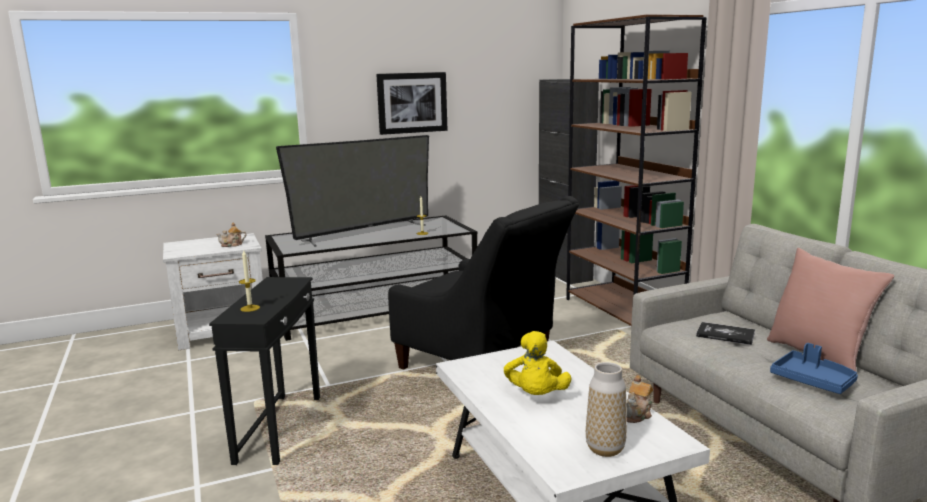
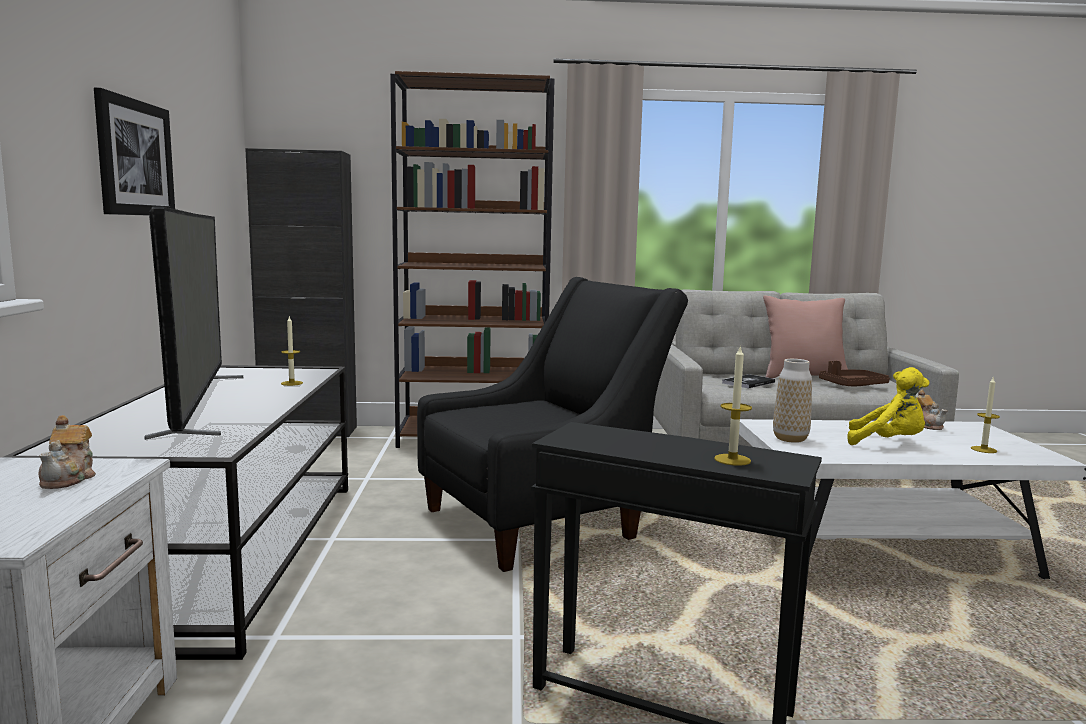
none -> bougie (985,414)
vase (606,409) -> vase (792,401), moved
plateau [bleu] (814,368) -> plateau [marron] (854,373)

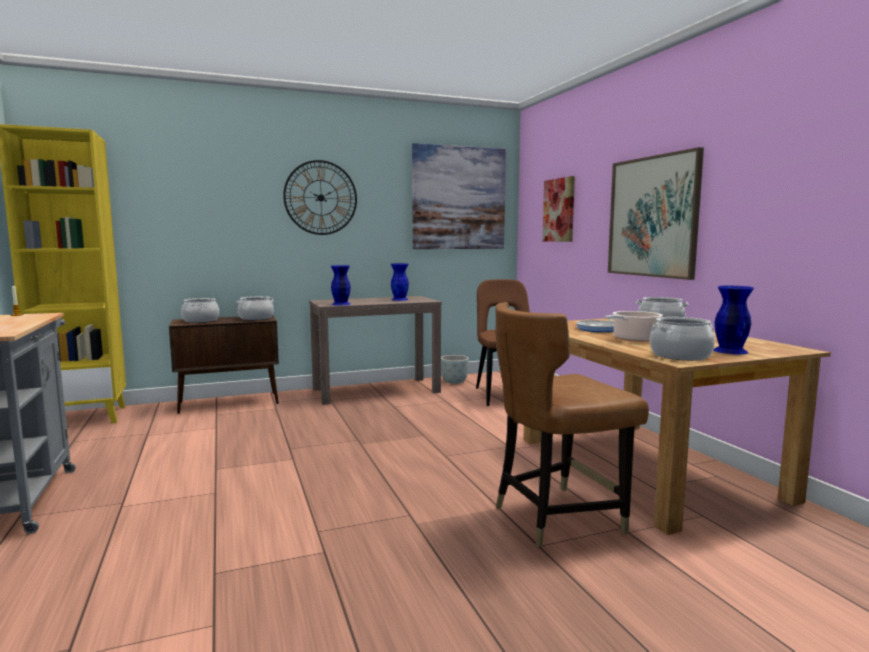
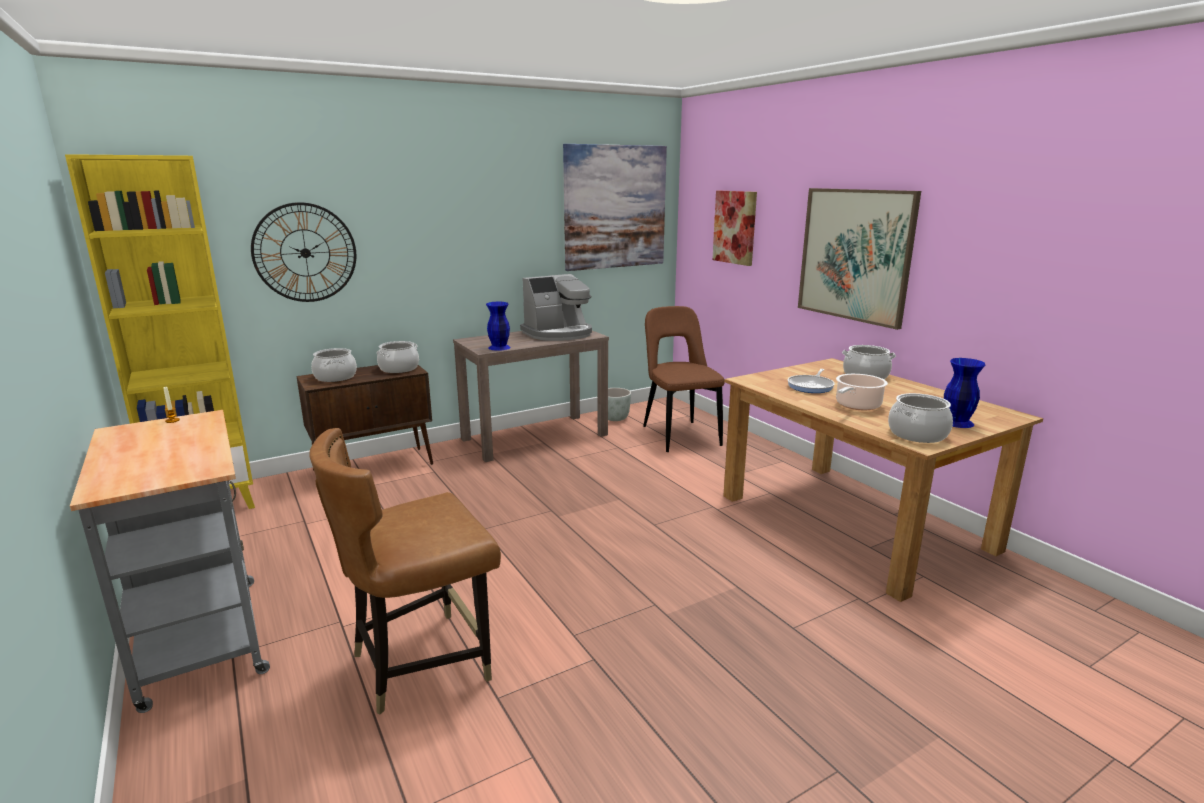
horloge murale (320,197) -> horloge murale (303,252), moved
chaise [marron] (572,424) -> chaise [marron] (405,571), moved
vase [bleu] (400,282) -> machine à café (556,307)

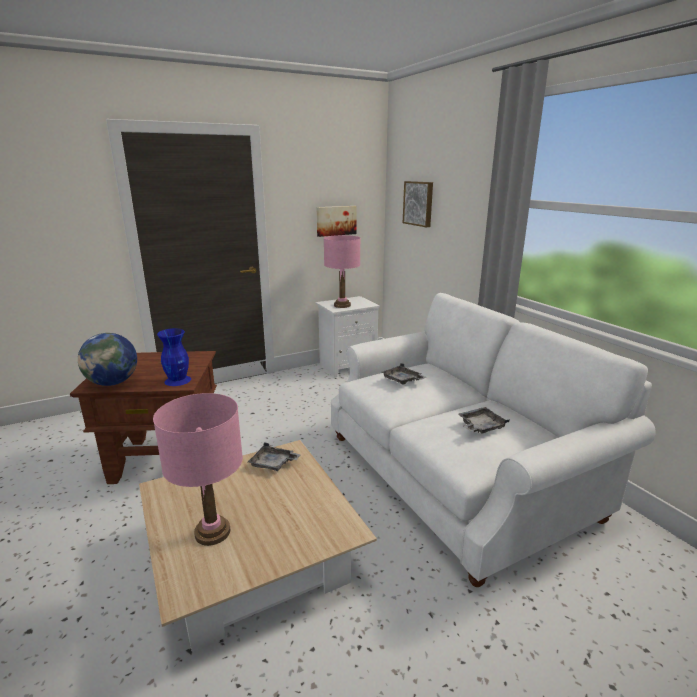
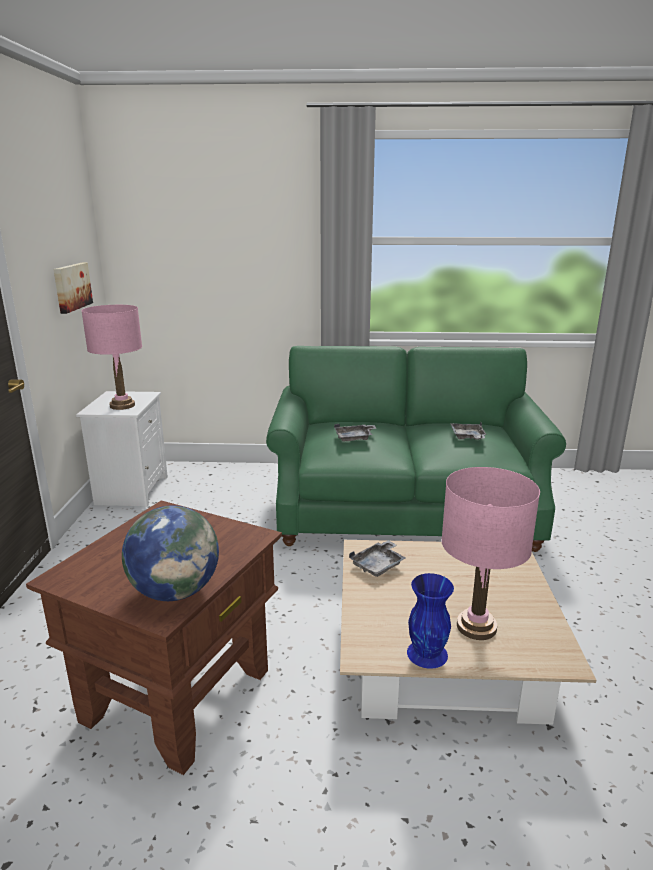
tableau (418,204) -> none
vase [bleu] (174,357) -> vase [bleu] (430,621), moved
canapé [blanc] (493,440) -> canapé [vert] (416,449)

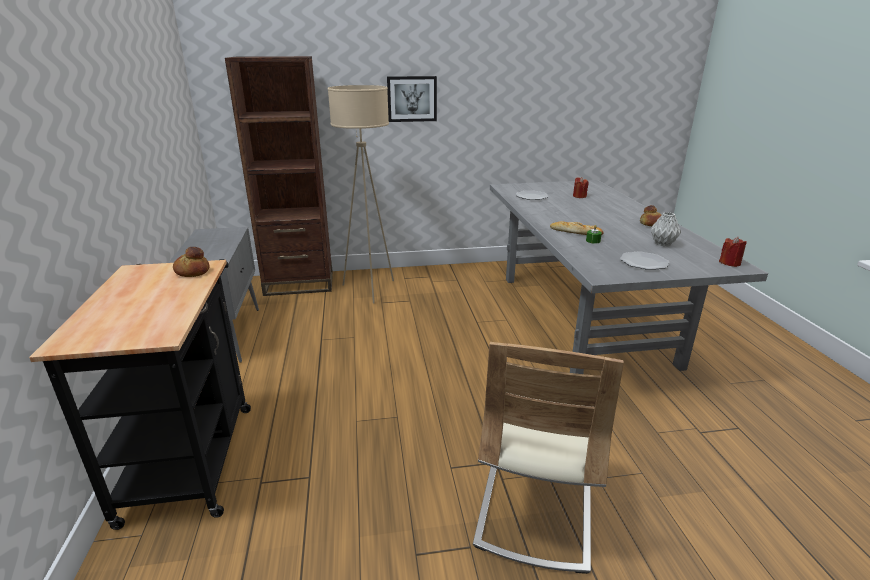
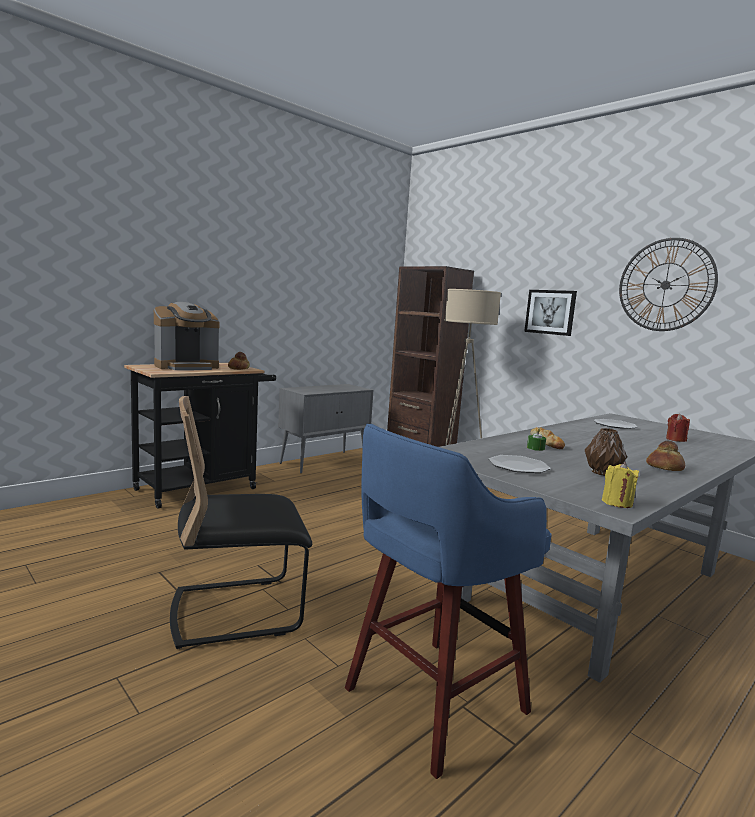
none -> machine à café (187,336)
none -> tabouret [bleu] (448,601)
none -> horloge murale (668,284)
chaise [beige] (548,458) -> chaise [noir] (241,522)
vase [gris] (666,229) -> vase [marron] (606,452)
bougie [rouge] (733,252) -> bougie [jaune] (620,485)

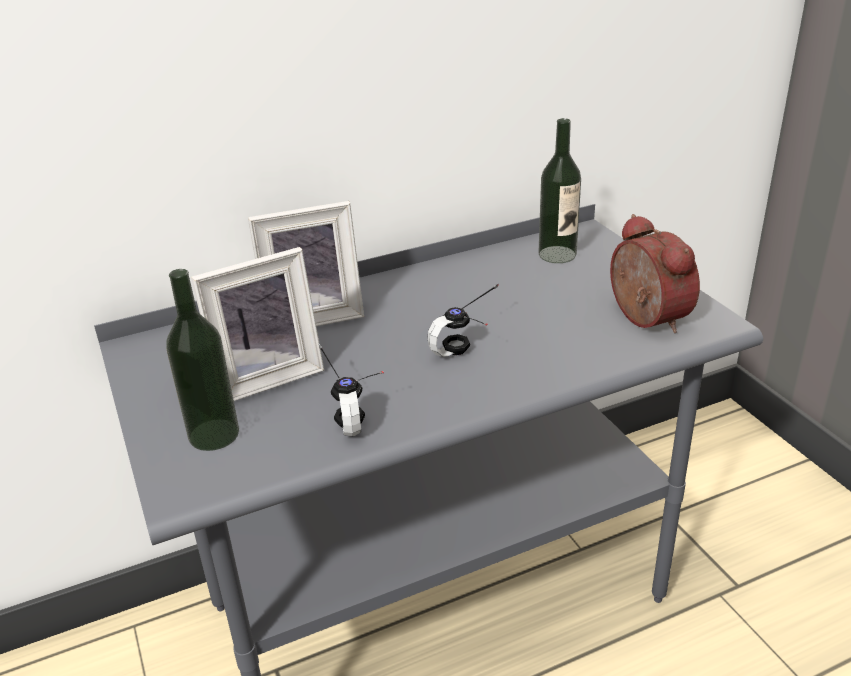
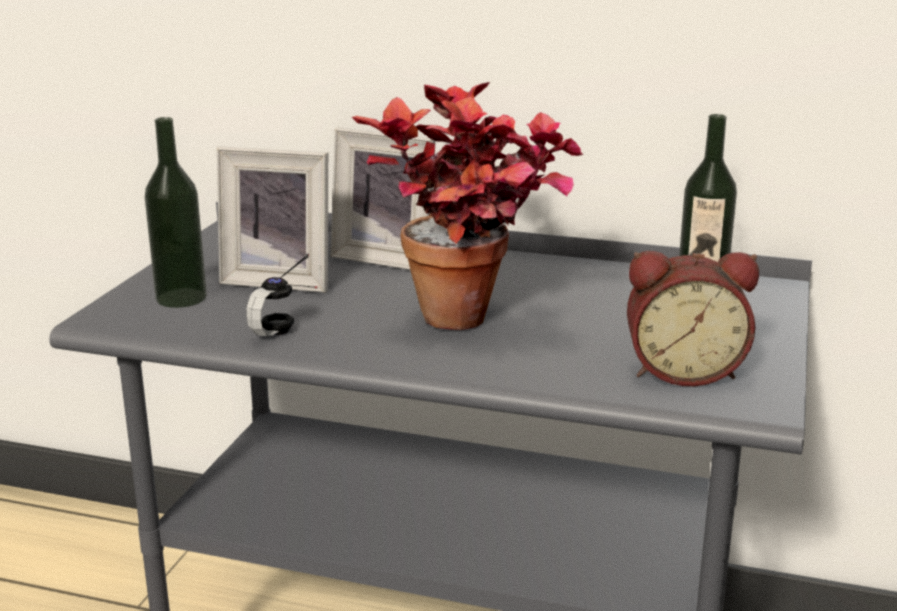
casque audio (463,320) -> plante en pot (468,206)
réveil (655,273) -> réveil (693,318), 75 degrees clockwise

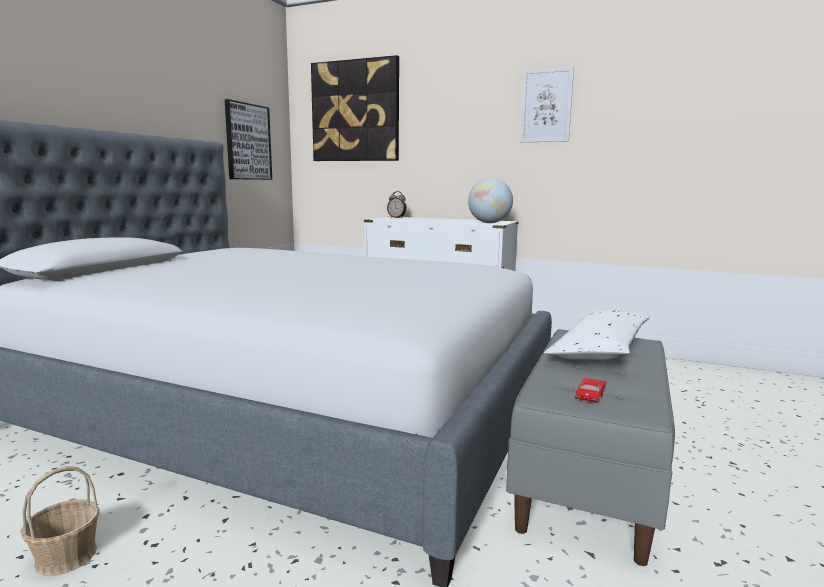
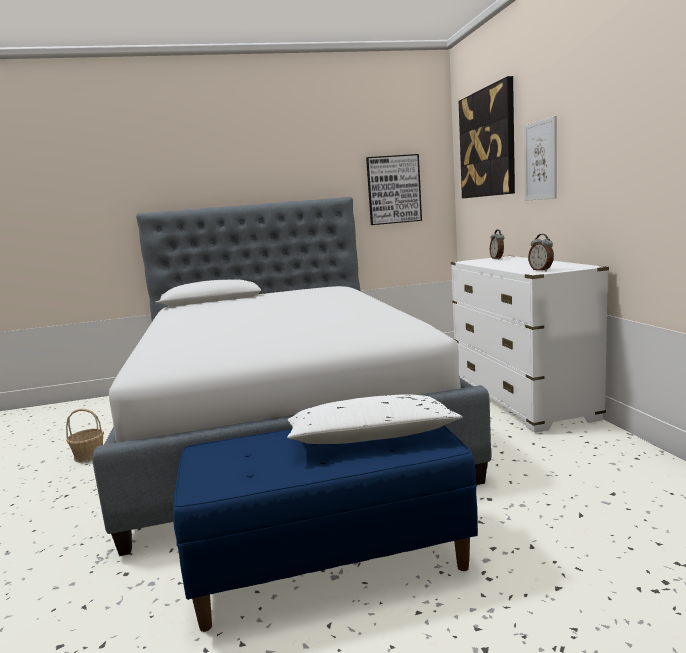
petite voiture [rouge] (590,390) -> none
tableau (547,104) -> tableau (540,158), moved
globe (490,200) -> réveil (541,252)
banc [gris] (590,447) -> banc [bleu] (325,529)

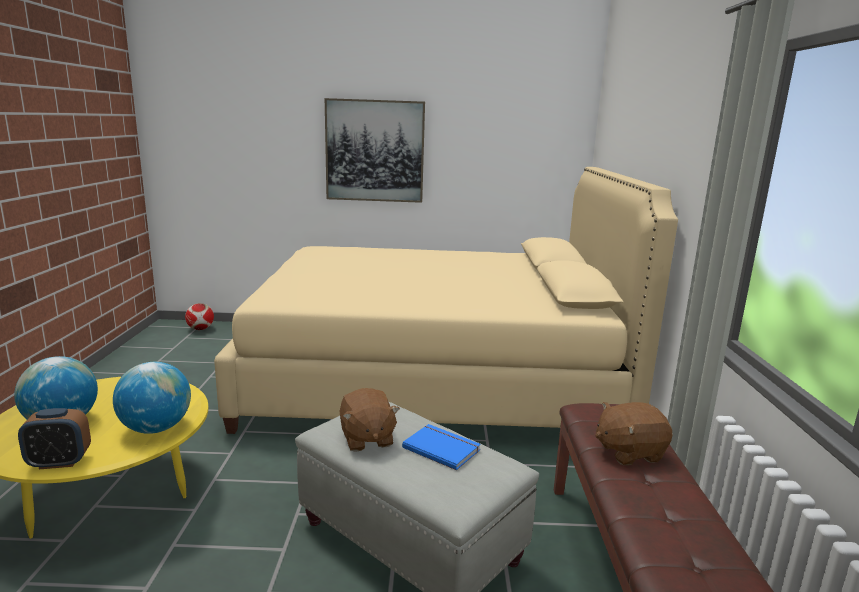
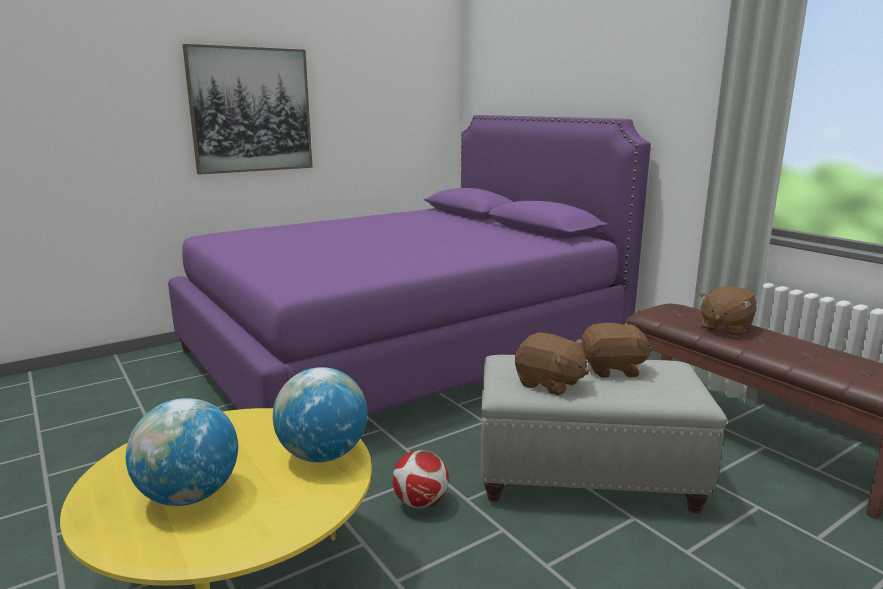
réveil (54,438) -> none
ballon de foot (199,316) -> ballon de foot (421,479), moved
livre [bleu] (441,447) -> peluche [marron] (616,350)
lit [beige] (446,300) -> lit [violet] (409,265)

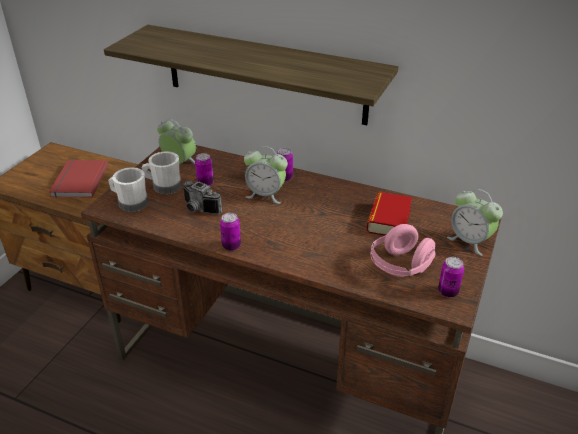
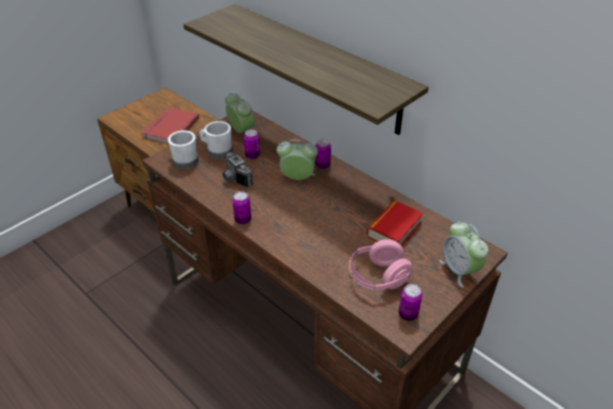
réveil (266,175) -> réveil (297,160), 150 degrees clockwise

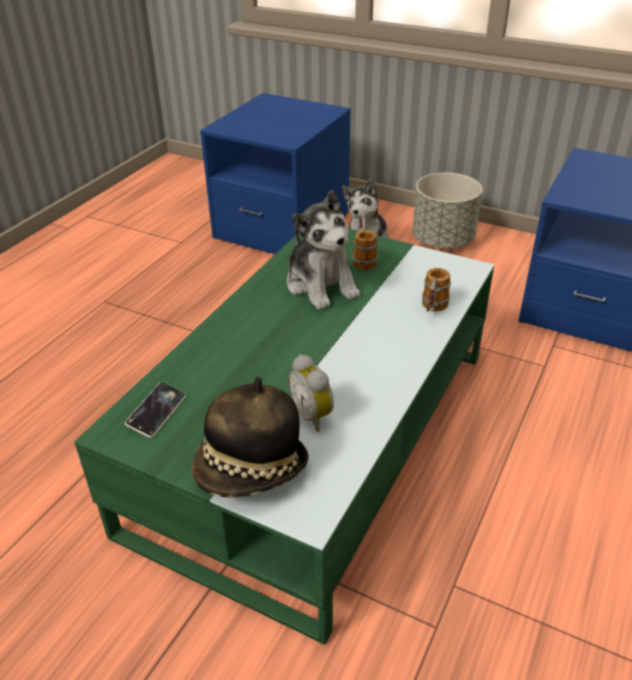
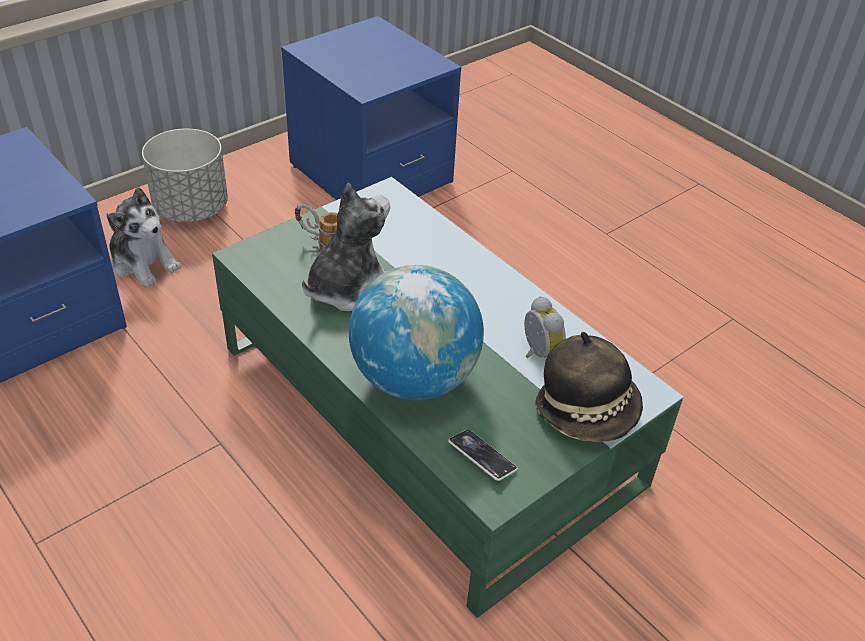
mug (436,290) -> none
none -> globe (416,332)
peluche (323,250) -> peluche (346,247), 45 degrees counterclockwise
réveil (311,393) -> réveil (545,327), 105 degrees counterclockwise

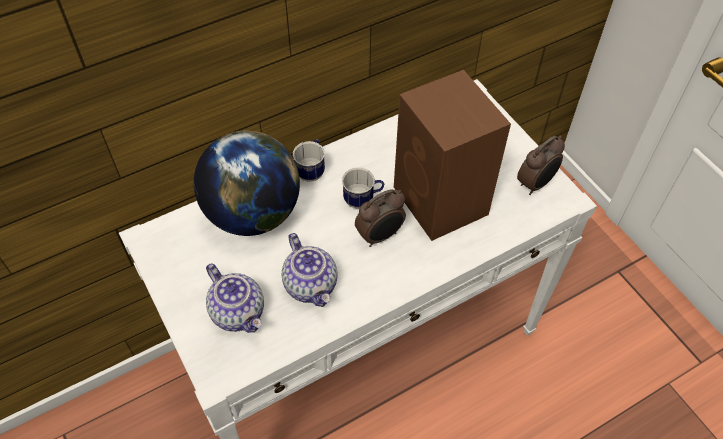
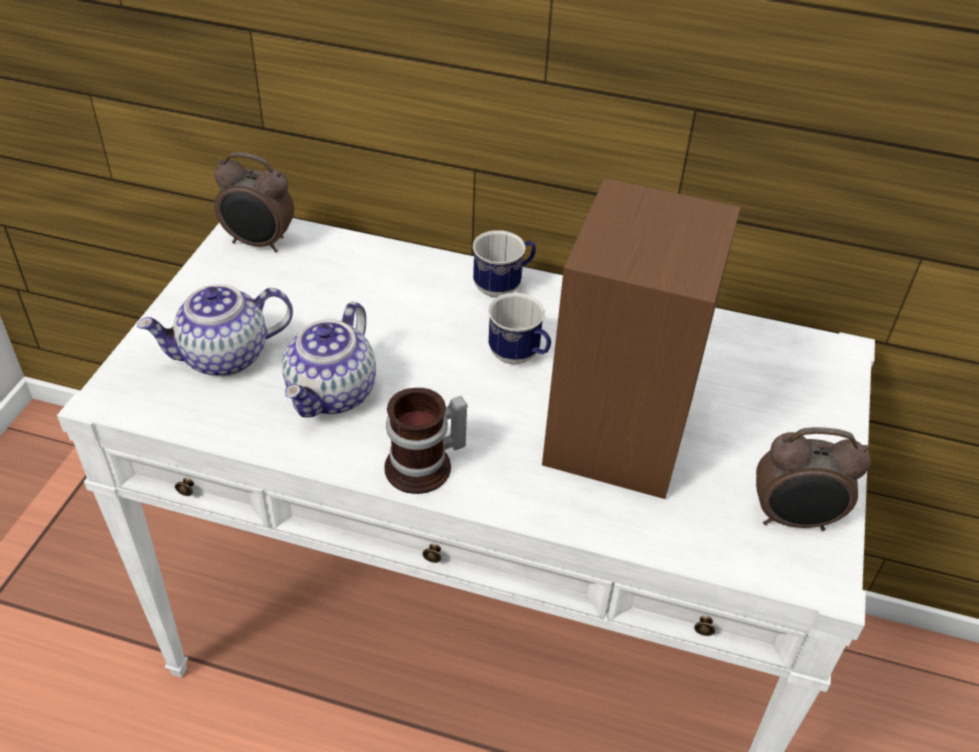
globe (247,183) -> none
none -> mug (426,441)
réveil (380,218) -> réveil (254,202), moved
théière (235,298) -> théière (215,330), 60 degrees clockwise

